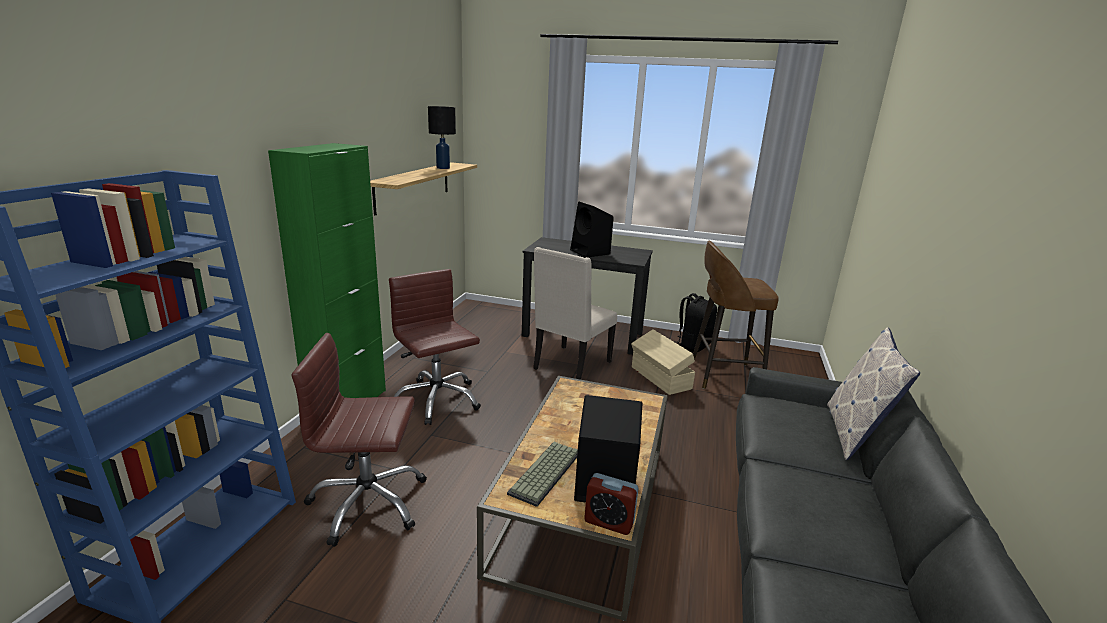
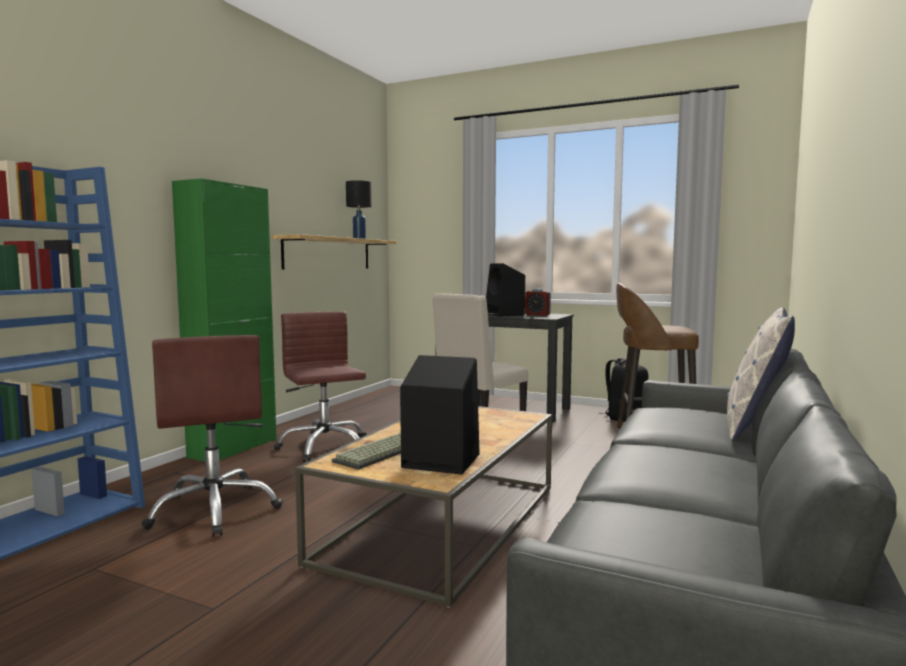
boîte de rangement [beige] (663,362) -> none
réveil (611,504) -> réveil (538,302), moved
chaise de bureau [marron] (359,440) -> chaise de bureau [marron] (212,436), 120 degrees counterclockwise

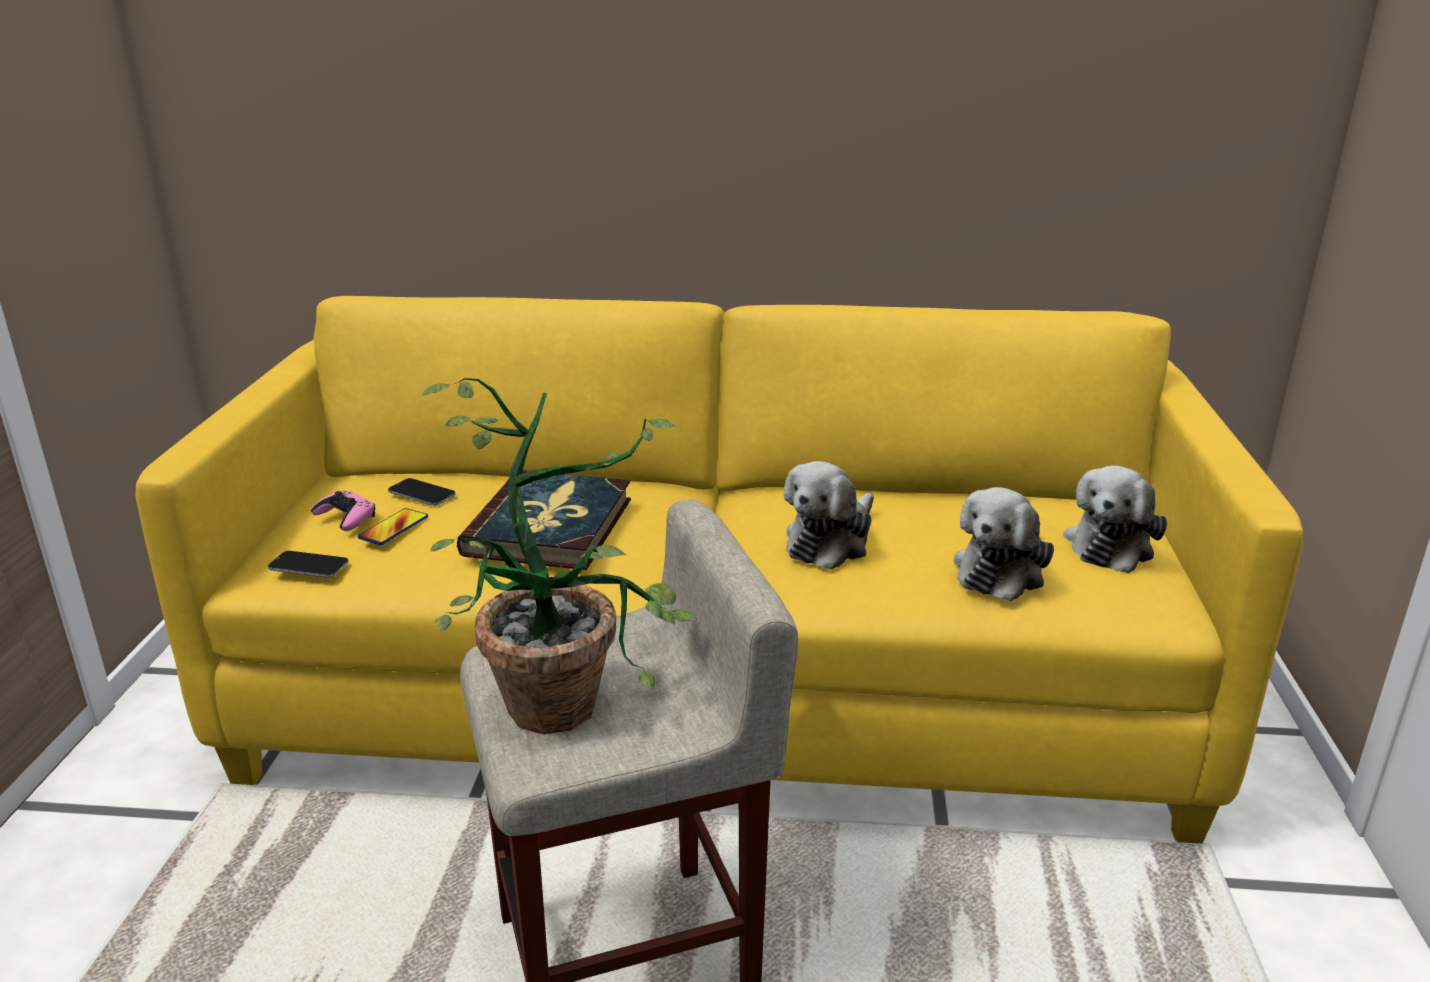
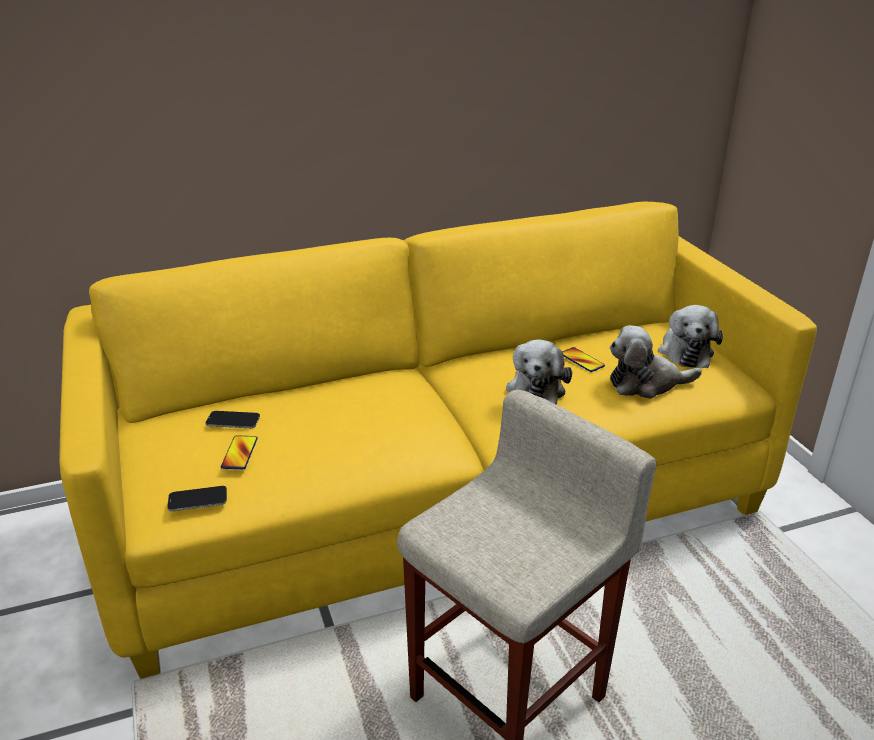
manette [rose] (343,510) -> none
plante en pot (560,556) -> none
livre (544,520) -> none
none -> téléphone (583,359)
peluche (1004,544) -> peluche (656,362), 75 degrees clockwise

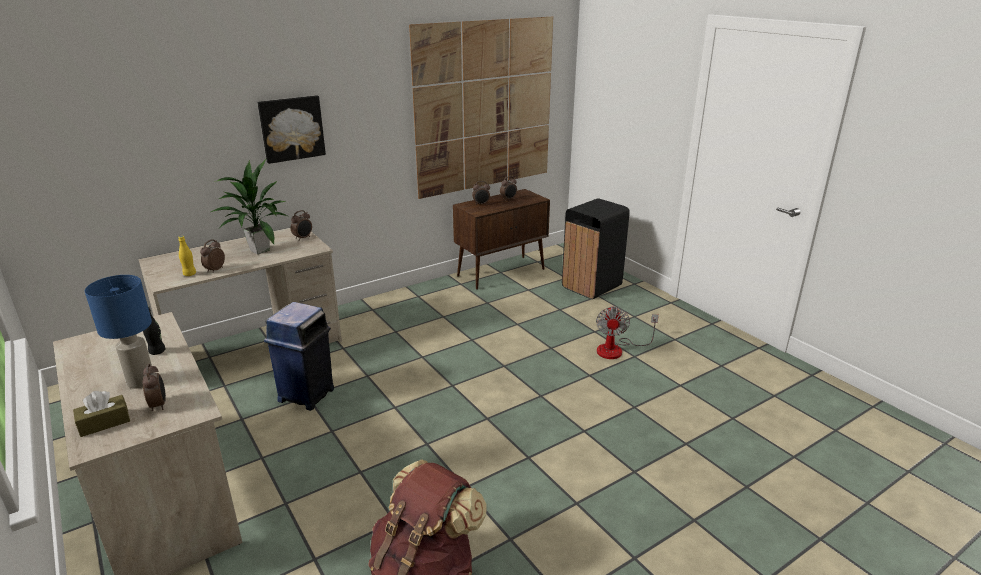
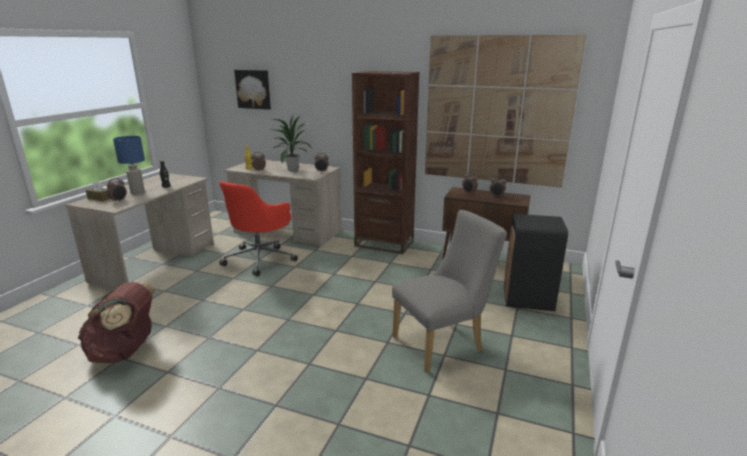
none -> bibliothèque [marron] (386,162)
tableau (291,129) -> tableau (252,90), moved
poubelle [bleu] (299,356) -> chaise de bureau [rouge] (258,228)
ventilateur (627,332) -> chaise [gris] (449,291)

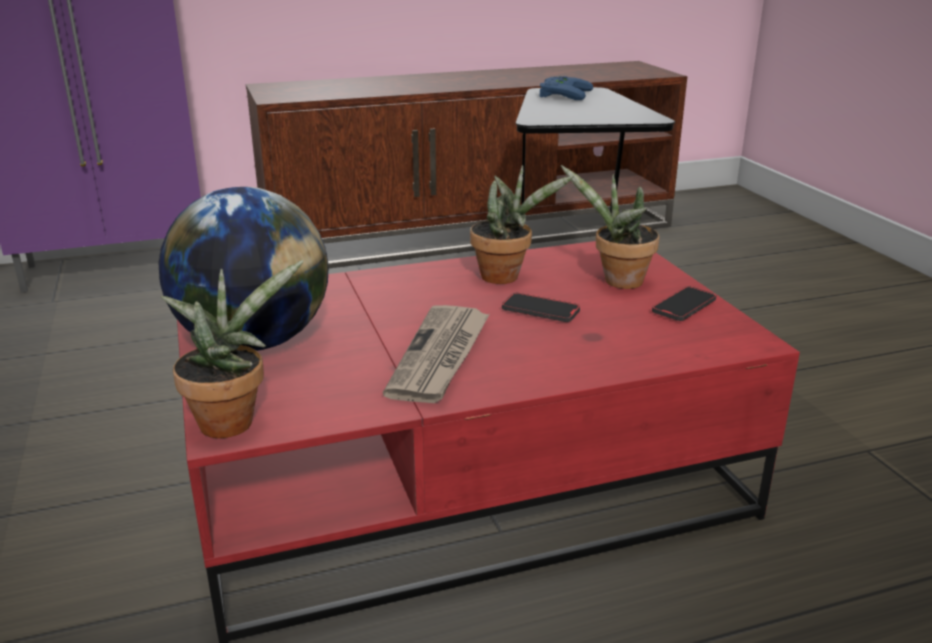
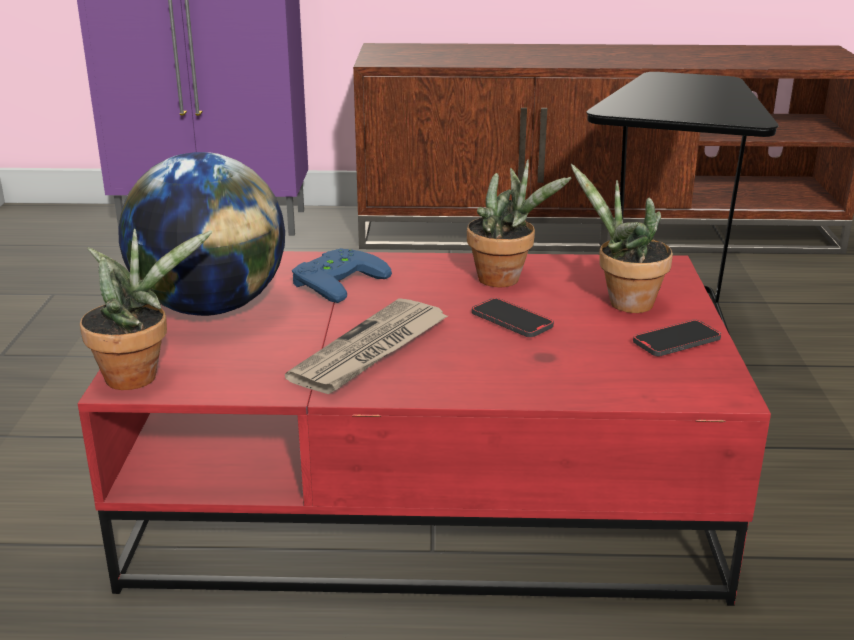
manette [bleu] (566,88) -> manette [bleu] (342,275), moved

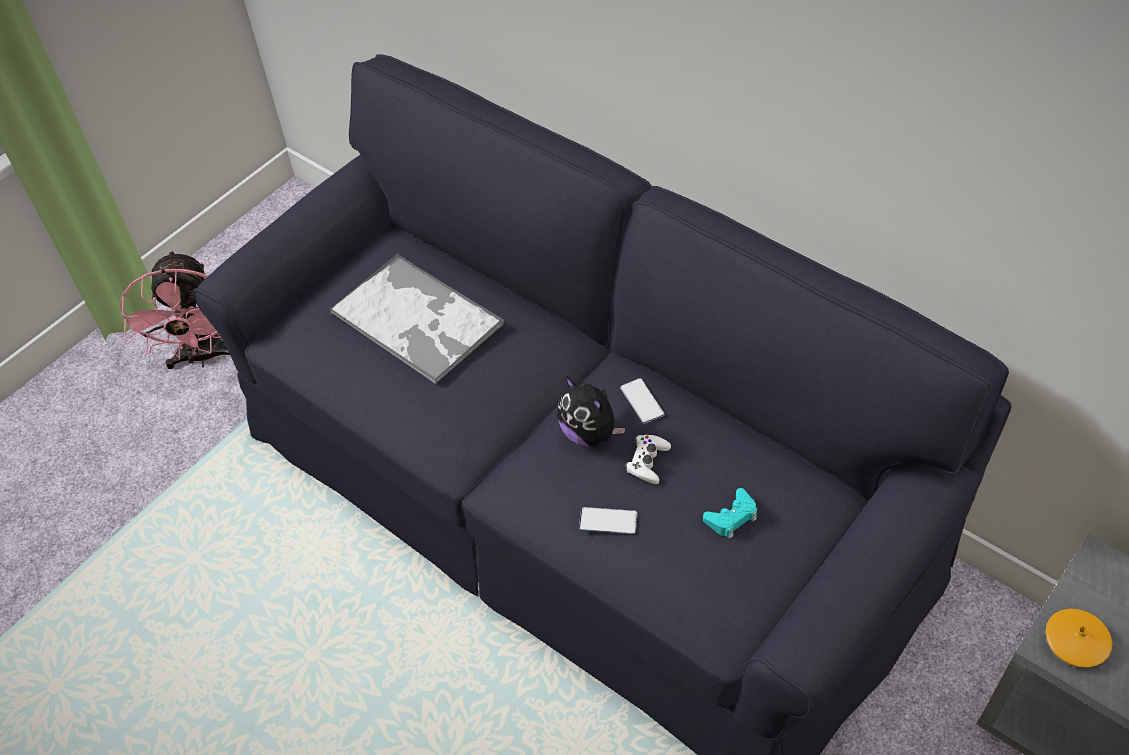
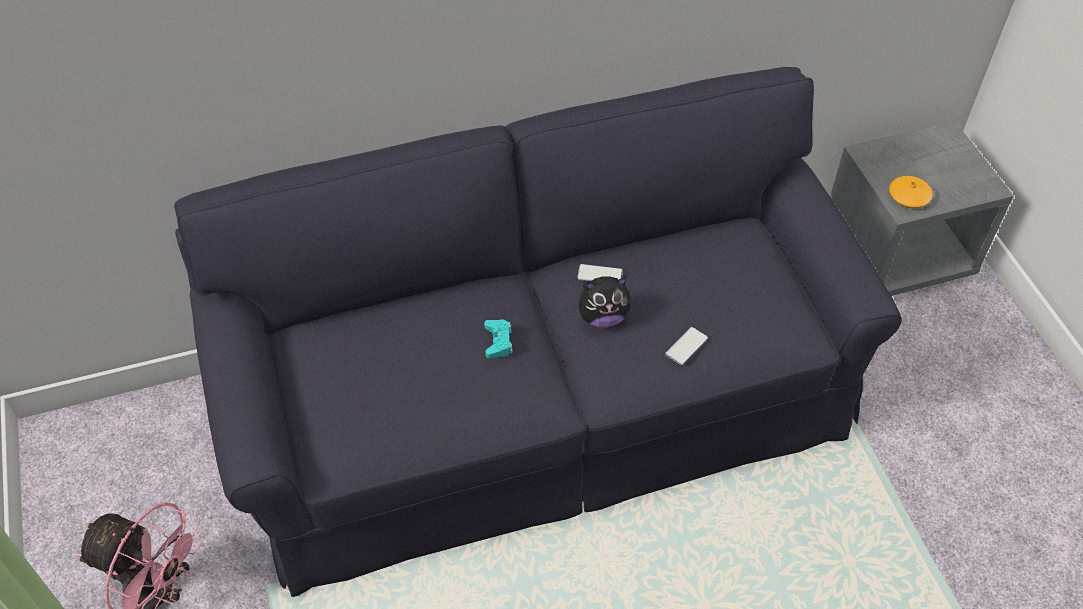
plateau (416,319) -> none
manette [blanc] (648,459) -> none
manette [turquoise] (730,513) -> manette [turquoise] (498,338), moved

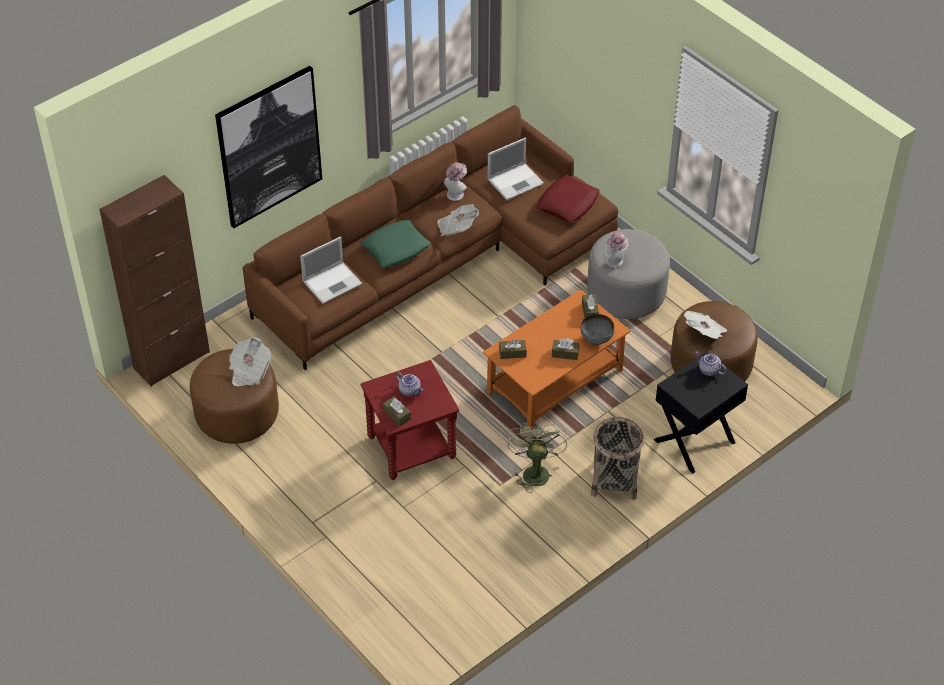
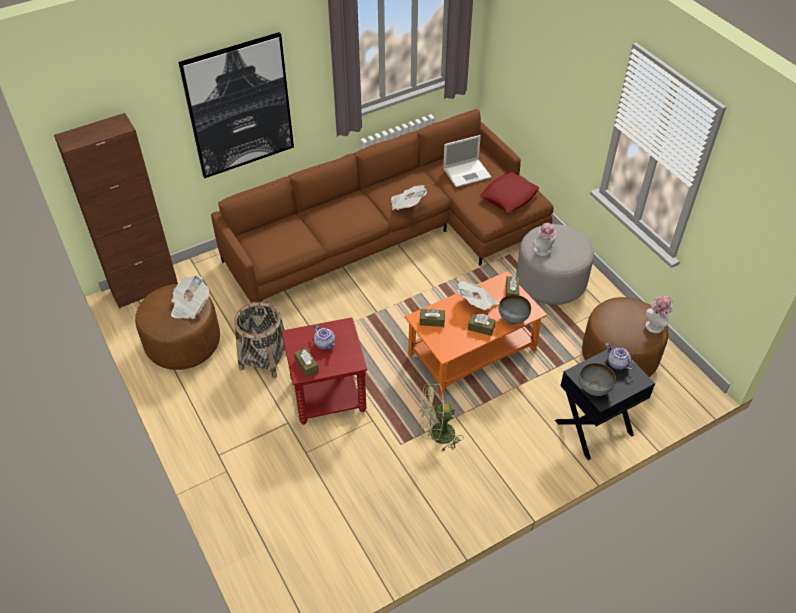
ordinateur portable (331,270) -> none
coussin [vert] (395,243) -> none
none -> bol [gris] (597,379)
chapeau (455,182) -> chapeau (660,314), moved
panier (618,458) -> panier (260,340), moved
journal (705,325) -> journal (478,295), moved
ventilateur [vert] (537,457) -> ventilateur [vert] (441,417), 105 degrees counterclockwise

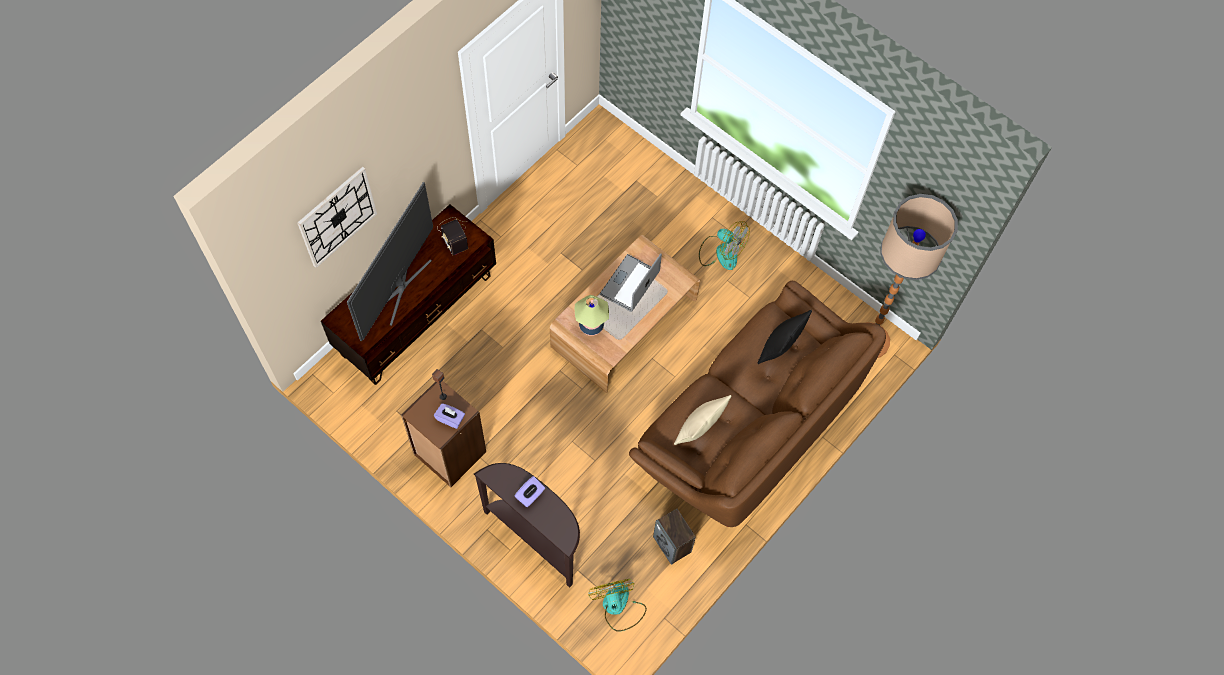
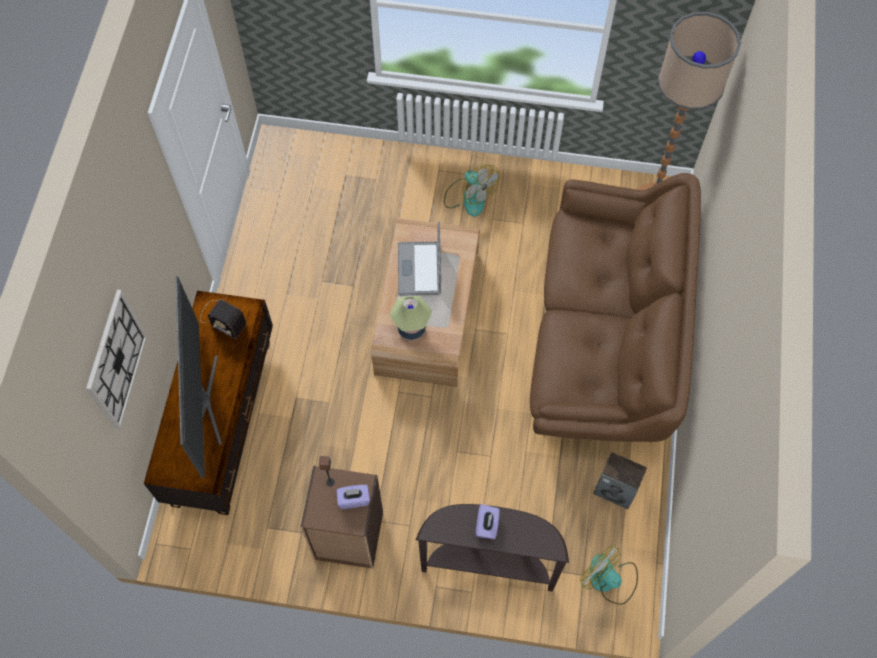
coussin [beige] (702,420) -> none
coussin [noir] (784,337) -> none
ventilateur (724,245) -> ventilateur (472,191), 45 degrees clockwise

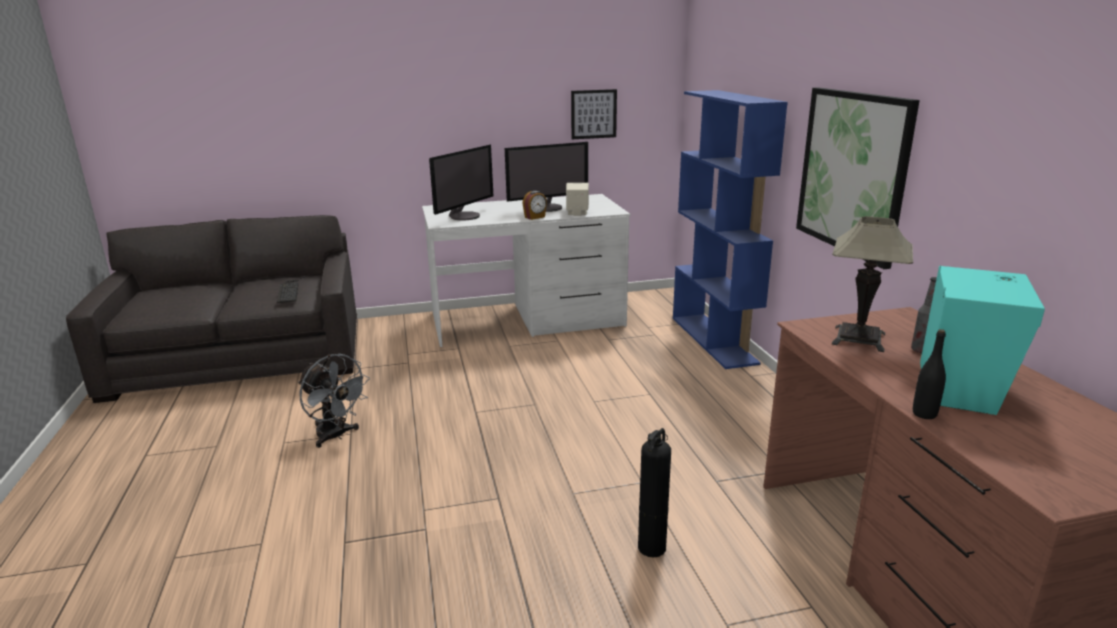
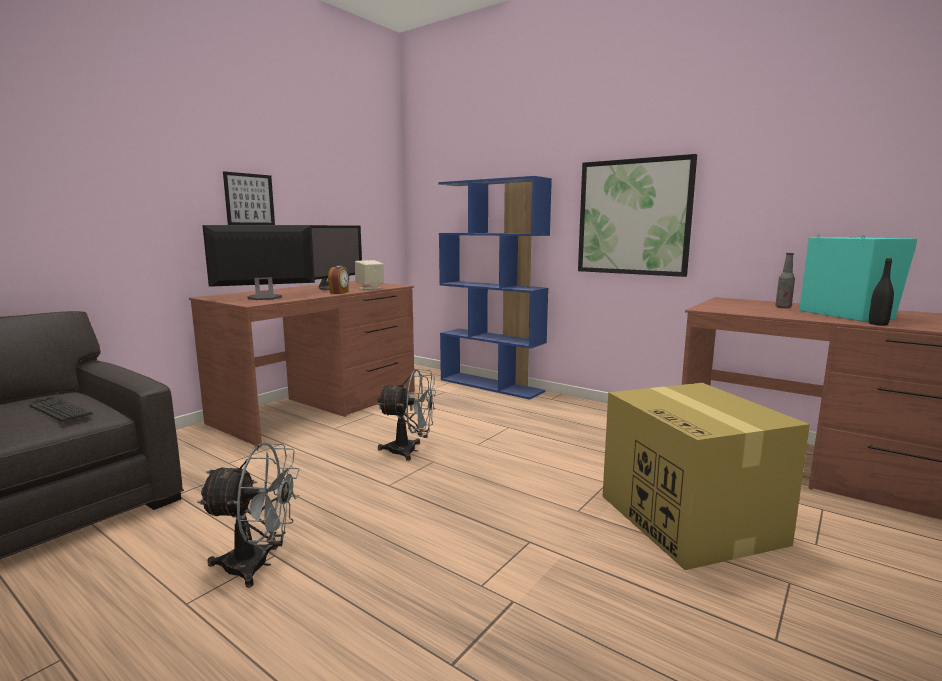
lampe de table (872,284) -> none
none -> ventilateur [gris] (406,415)
tableau (594,114) -> tableau (249,198), moved
extincteur (654,493) -> carton (706,476)
bureau [blanc] (526,270) -> bureau [marron] (302,364)
écran d'ordinateur (461,182) -> écran d'ordinateur (258,262), 105 degrees counterclockwise

